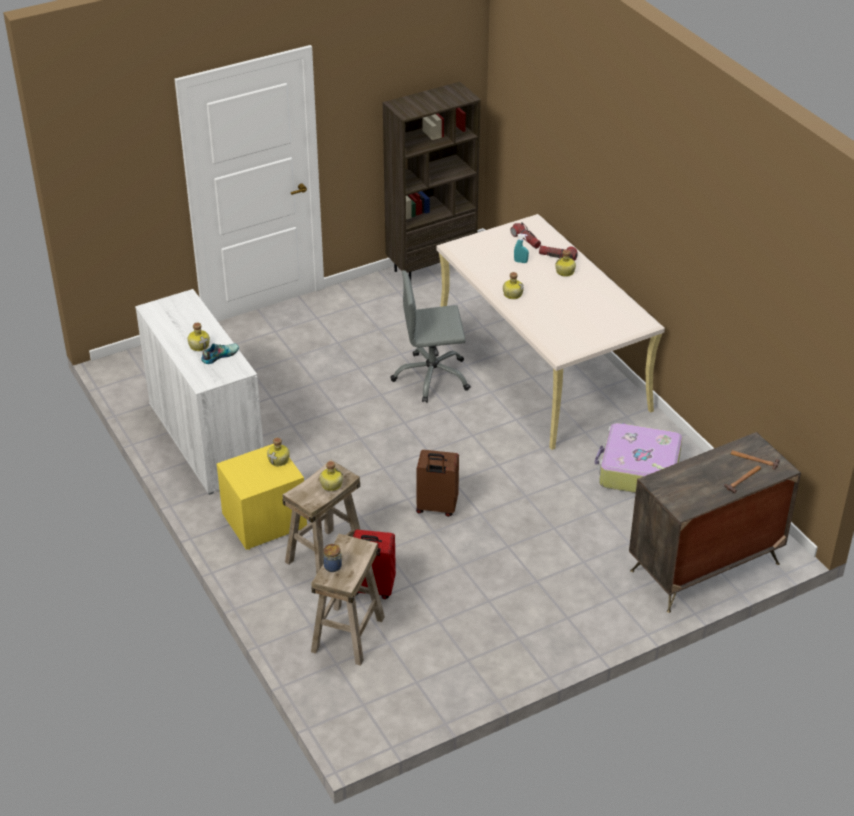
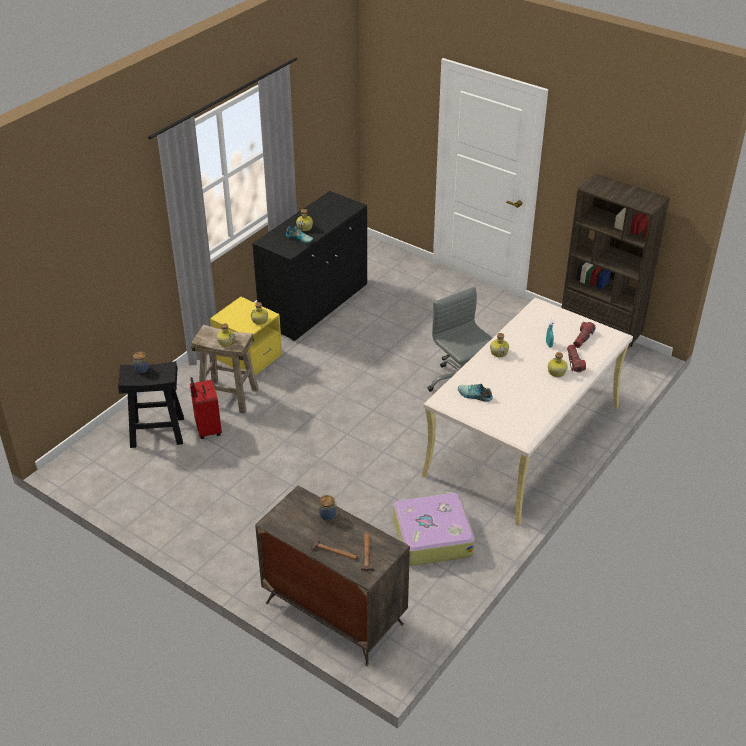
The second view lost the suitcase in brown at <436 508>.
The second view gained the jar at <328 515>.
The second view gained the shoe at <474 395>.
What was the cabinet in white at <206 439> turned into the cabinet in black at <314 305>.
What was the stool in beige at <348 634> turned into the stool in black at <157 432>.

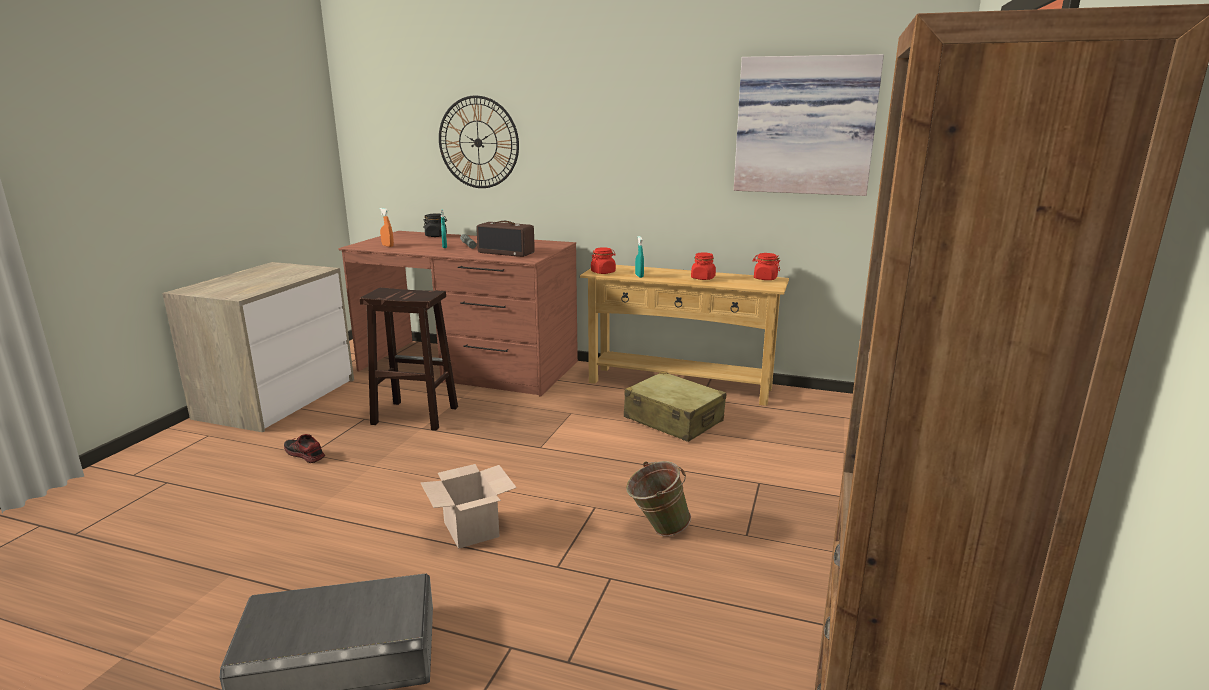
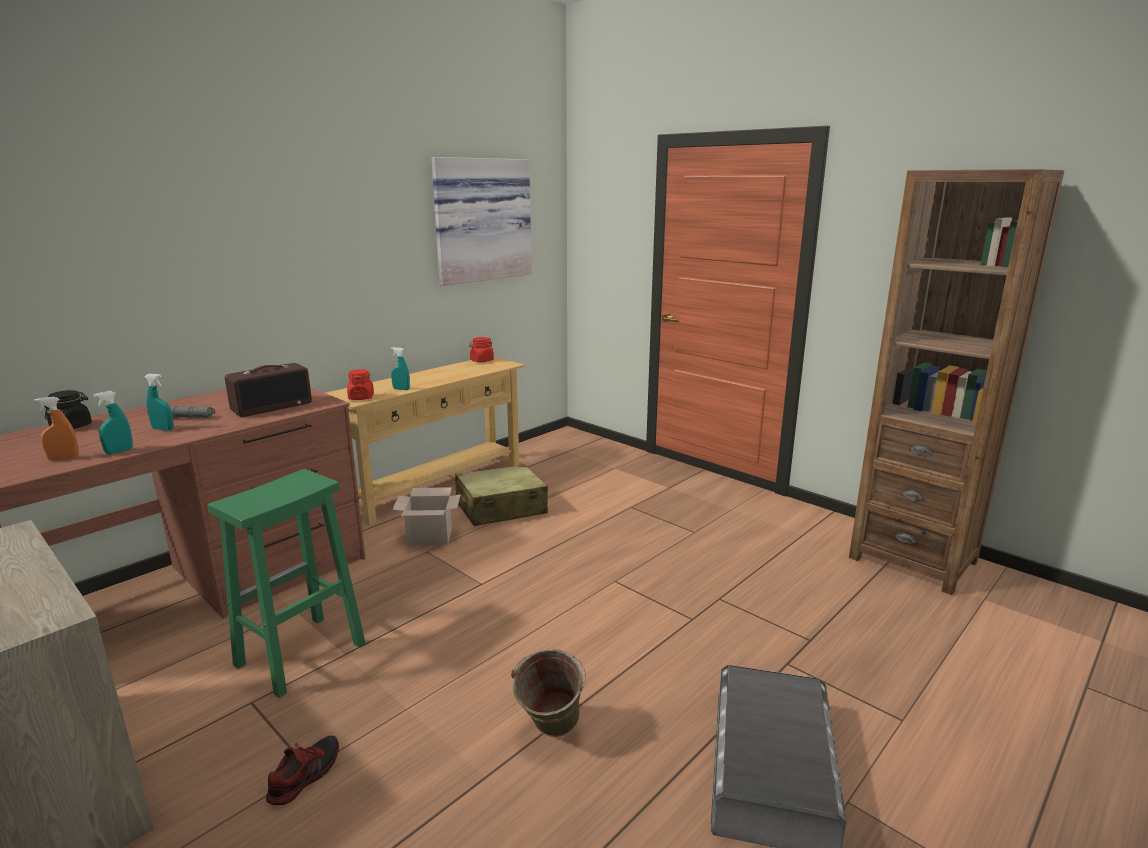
The second view lost the wall clock at <478 142>.
The second view lost the jar in red at <703 278>.
The second view gained the spray bottle in turquoise at <119 451>.
The cardboard box ended up elsewhere, having gone from <472 530> to <431 536>.
The bucket in green ended up elsewhere, having gone from <657 529> to <549 734>.
What was the stool in brown at <414 415> turned into the stool in green at <299 655>.
The shoe at <304 455> ended up facing another way, 150 degrees clockwise from before.

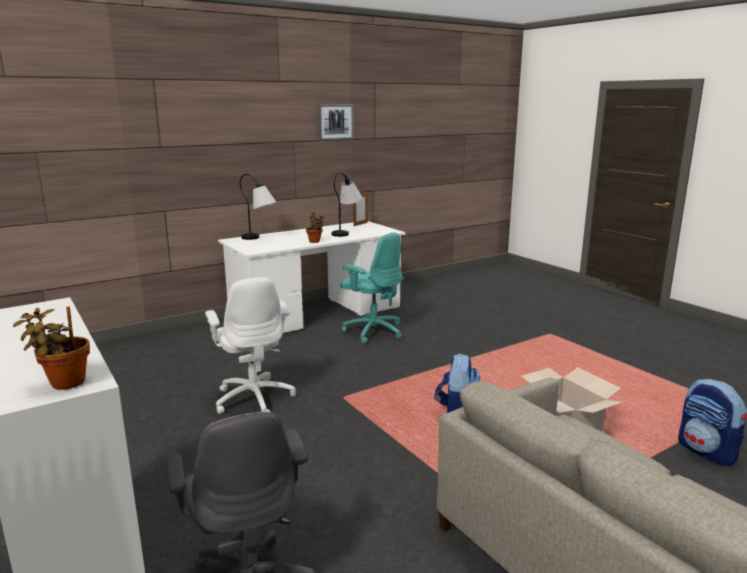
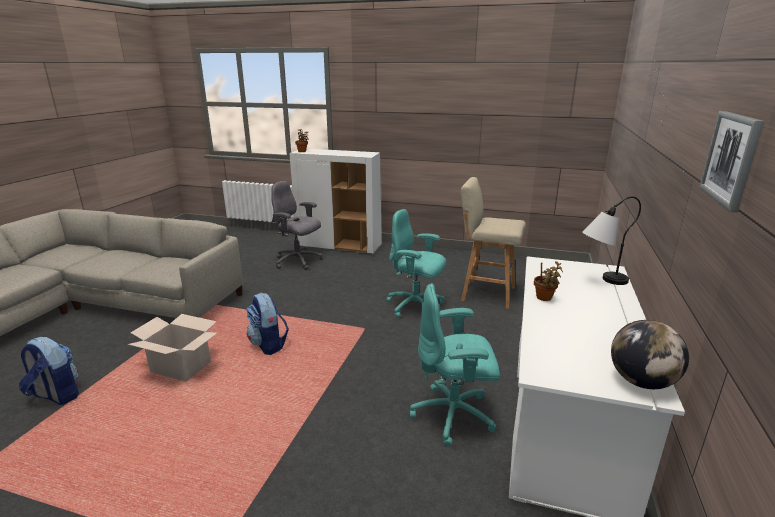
The second view lost the table lamp at <347 232>.
The second view gained the stool in beige at <486 293>.
Where the picture frame stood at <360 224>, the globe came to stand at <641 382>.
What was the office chair in white at <254 398> turned into the office chair in turquoise at <415 306>.

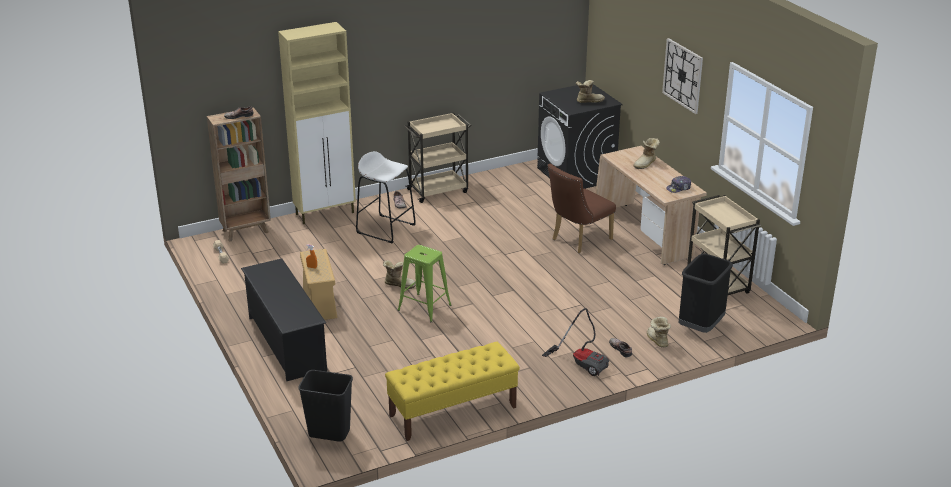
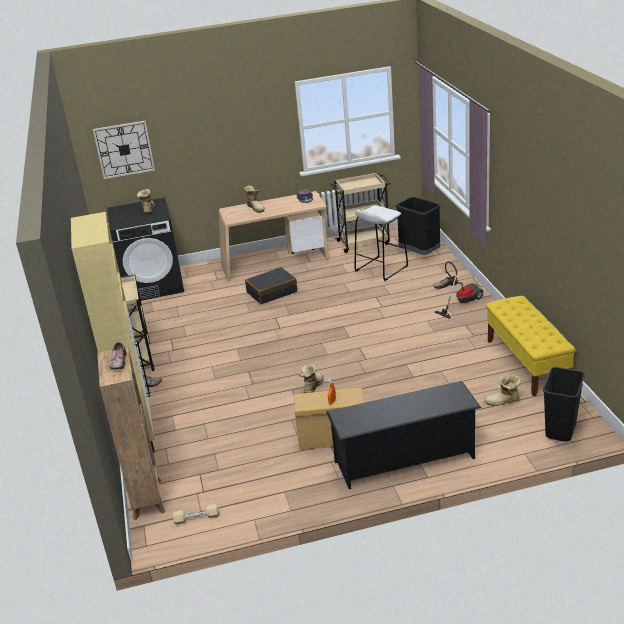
The second view lost the stool in green at <424 308>.
The stool in white ended up elsewhere, having gone from <386 228> to <381 268>.
The boot ended up elsewhere, having gone from <656 341> to <503 401>.
The wall clock ended up elsewhere, having gone from <683 75> to <124 149>.
Where the chair in brown stood at <578 240>, the suitcase in black came to stand at <272 292>.

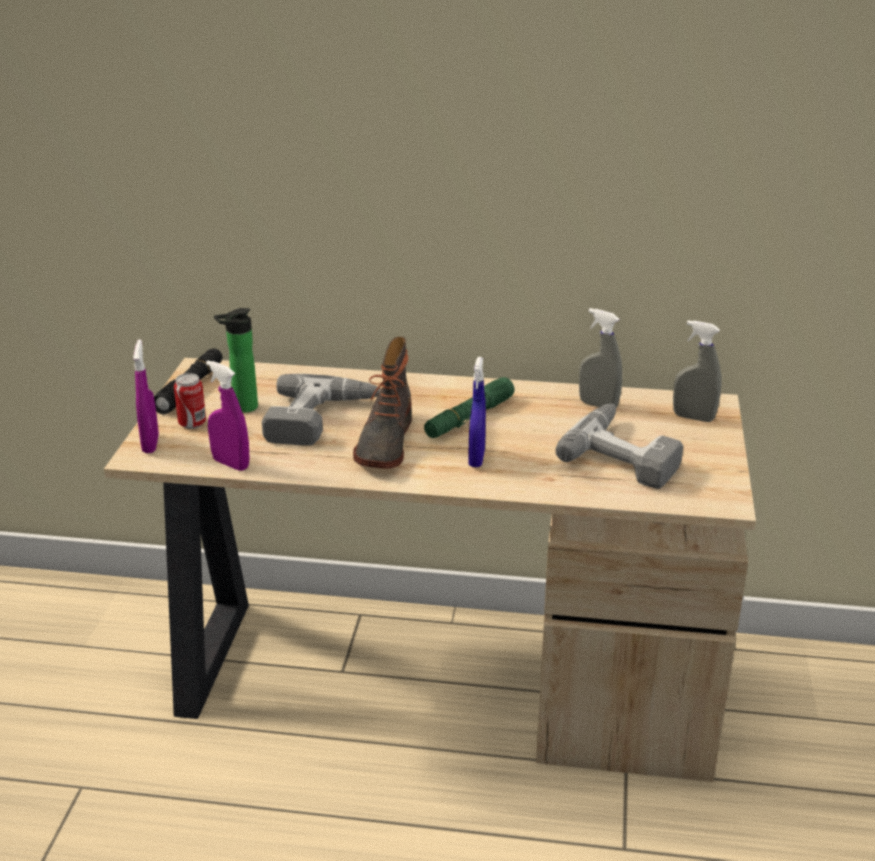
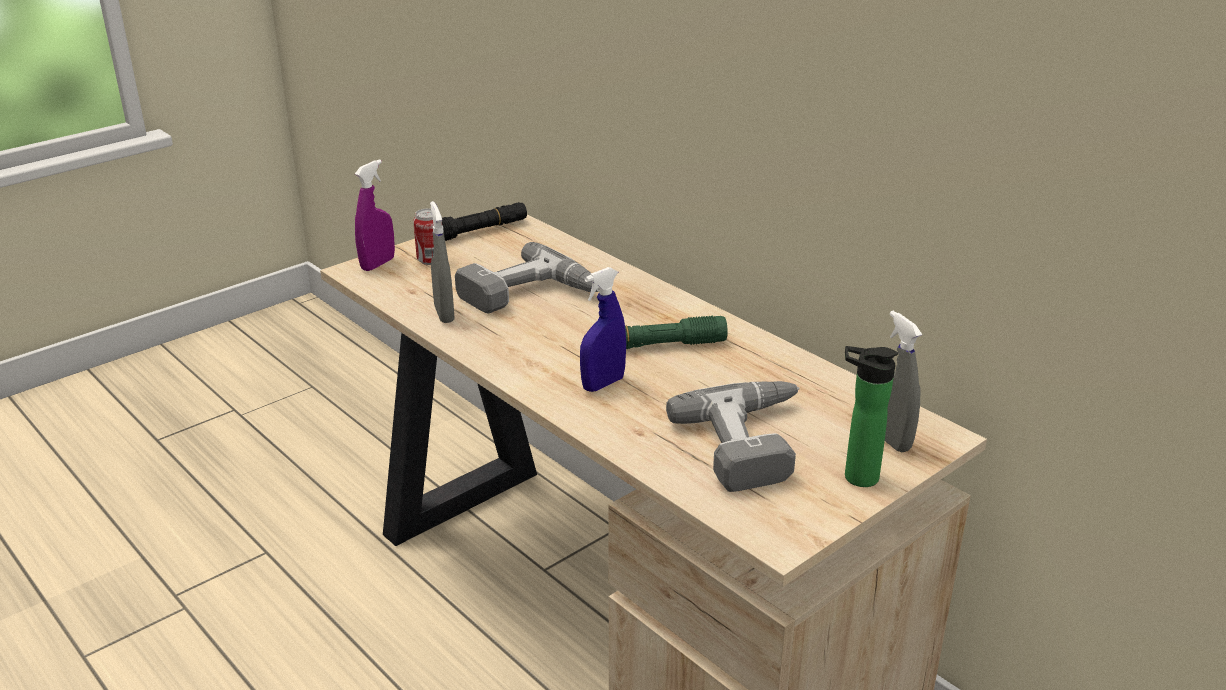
The second view lost the spray bottle in purple at <231 464>.
The second view lost the boot at <384 443>.
The bottle ended up elsewhere, having gone from <242 408> to <855 477>.
The spray bottle in grey ended up elsewhere, having gone from <598 405> to <444 314>.

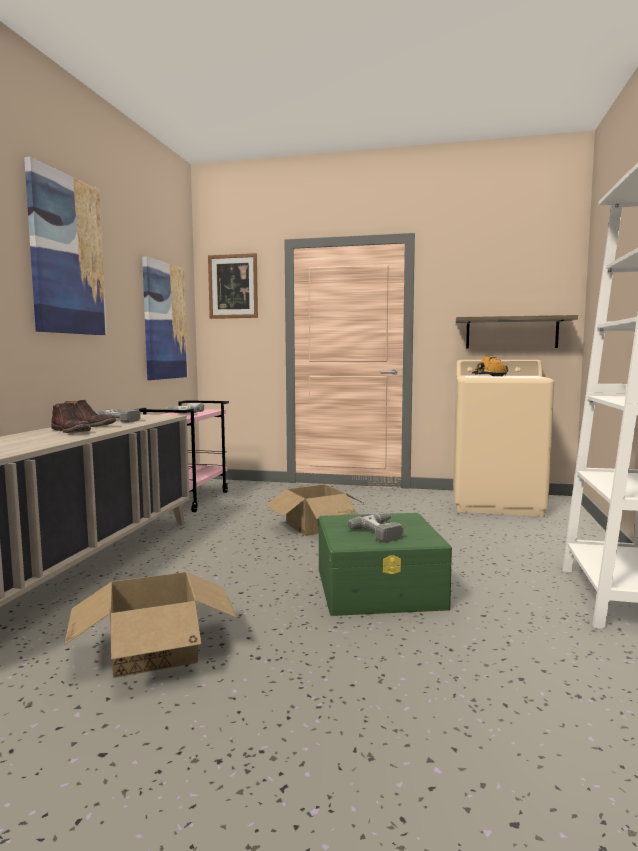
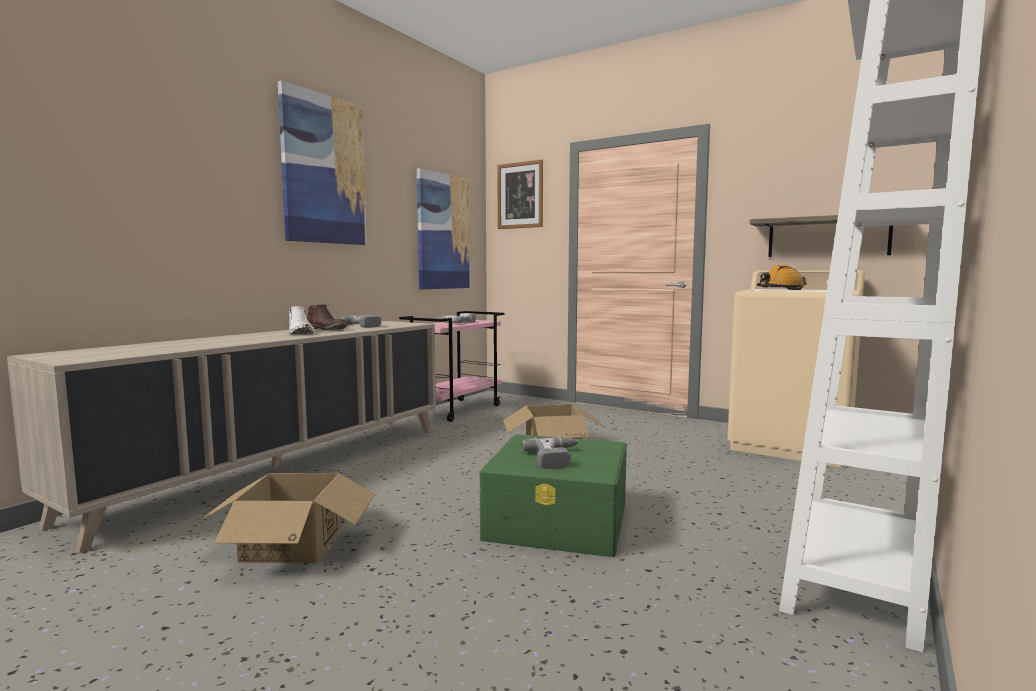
What was the boot in brown at <71 431> turned into the boot in white at <301 332>.

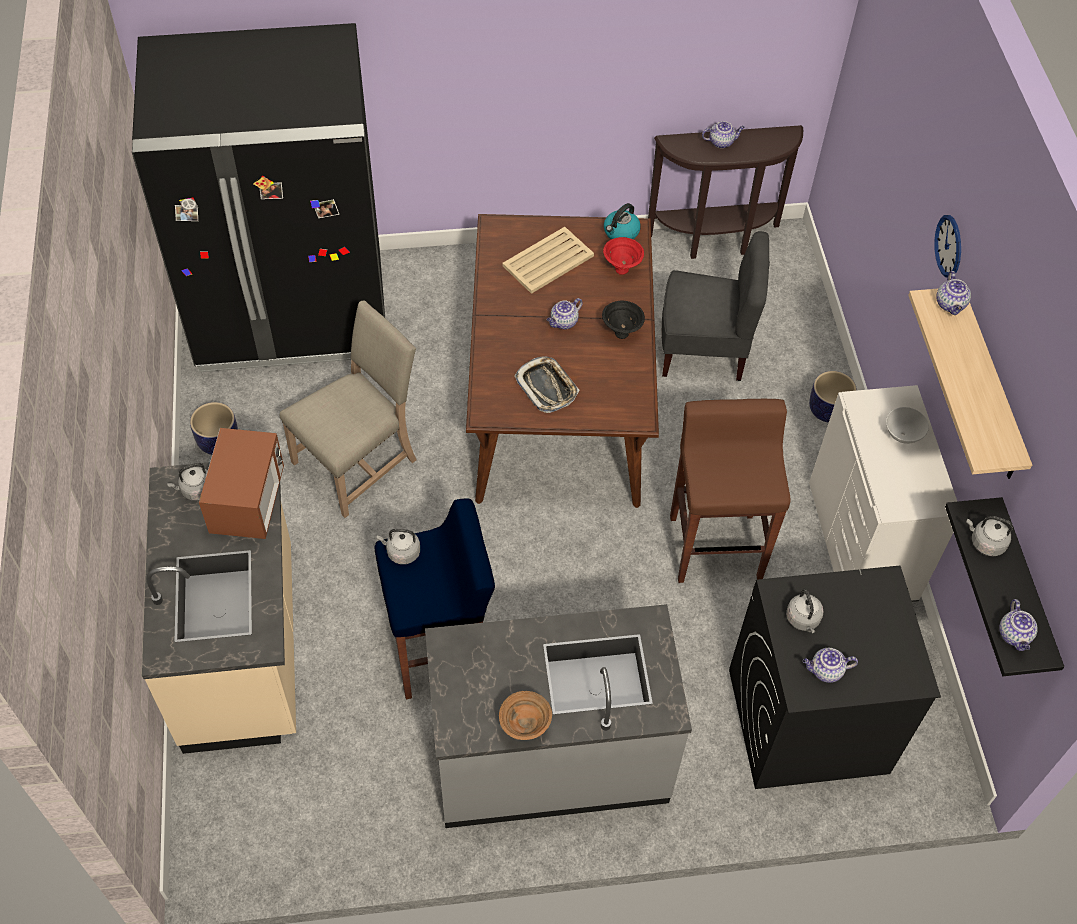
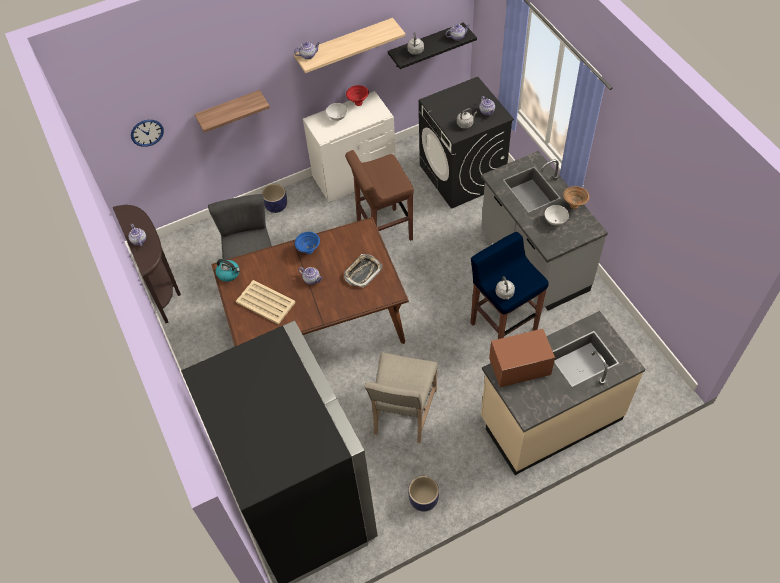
The second view lost the kettle in grey at <195 490>.
The second view gained the shelf at <229 111>.
The second view gained the bowl in white at <555 221>.
The bowl in red ended up elsewhere, having gone from <621 268> to <358 103>.
The wall clock ended up elsewhere, having gone from <948 246> to <147 132>.
What was the bowl in black at <620 333> turned into the bowl in blue at <309 251>.
The chair in beige at <359 461> ended up facing another way, 105 degrees counterclockwise from before.

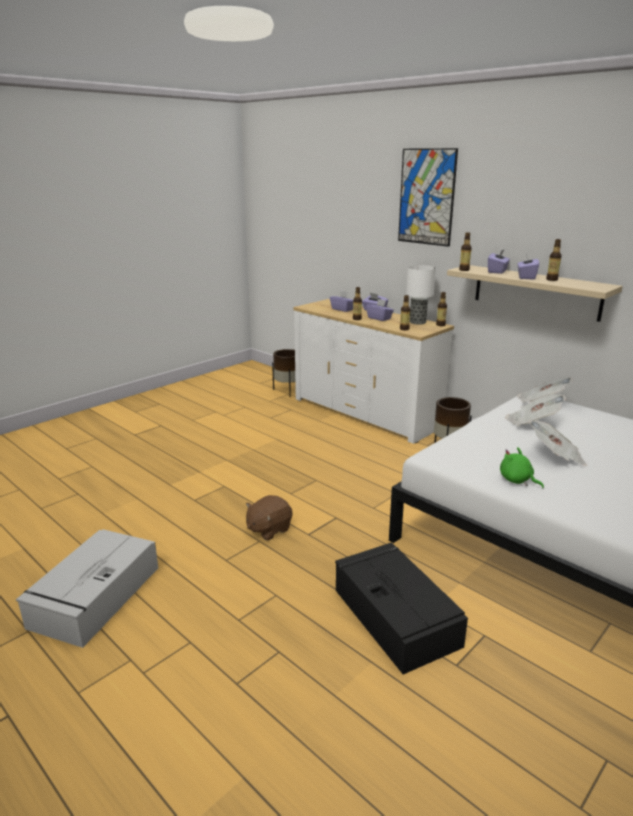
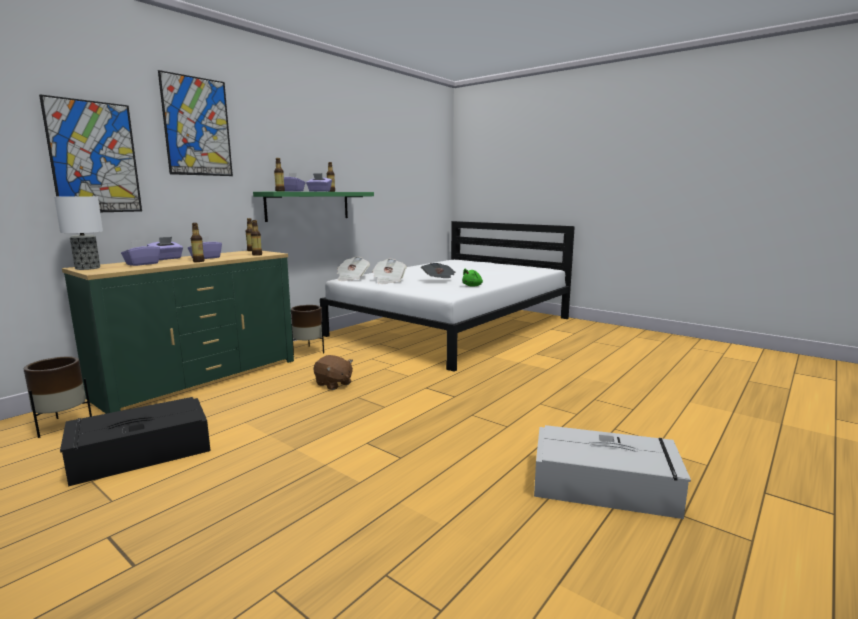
The second view gained the picture at <94 157>.
The plush toy in brown ended up elsewhere, having gone from <268 529> to <333 384>.
The storage box in black ended up elsewhere, having gone from <394 615> to <139 453>.
The table lamp ended up elsewhere, having gone from <417 322> to <87 268>.
What was the dresser in white at <366 413> turned into the dresser in green at <200 378>.
What was the shelf in beige at <536 292> turned into the shelf in green at <308 205>.

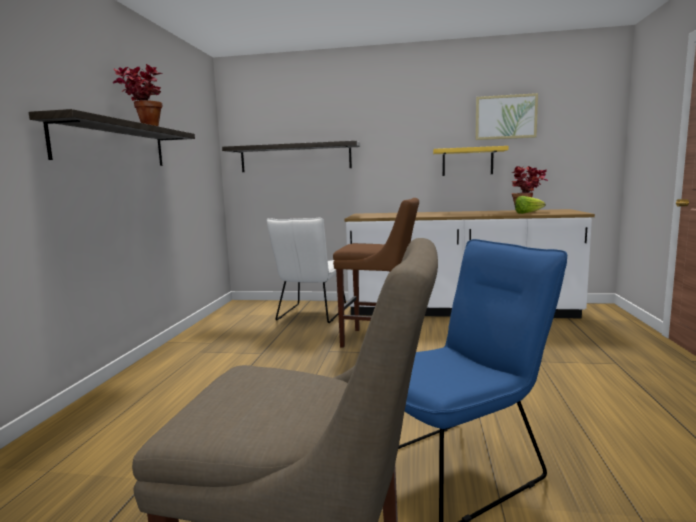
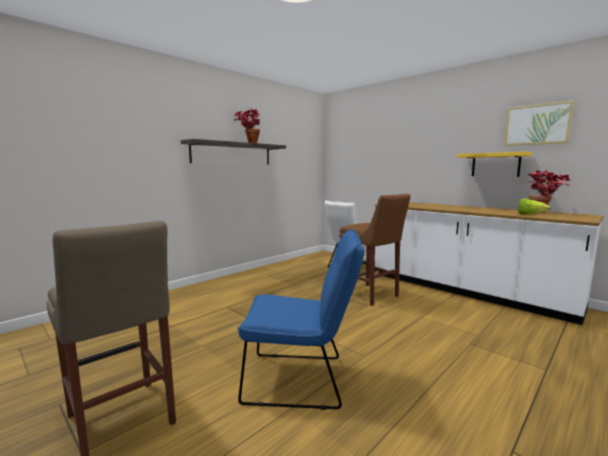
The second view lost the shelf at <295 157>.

